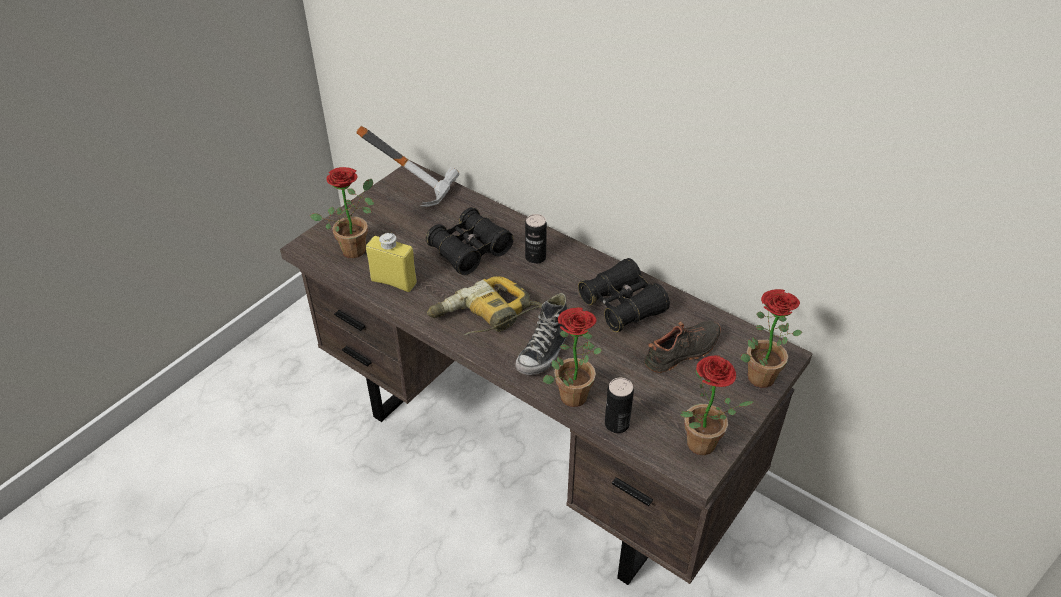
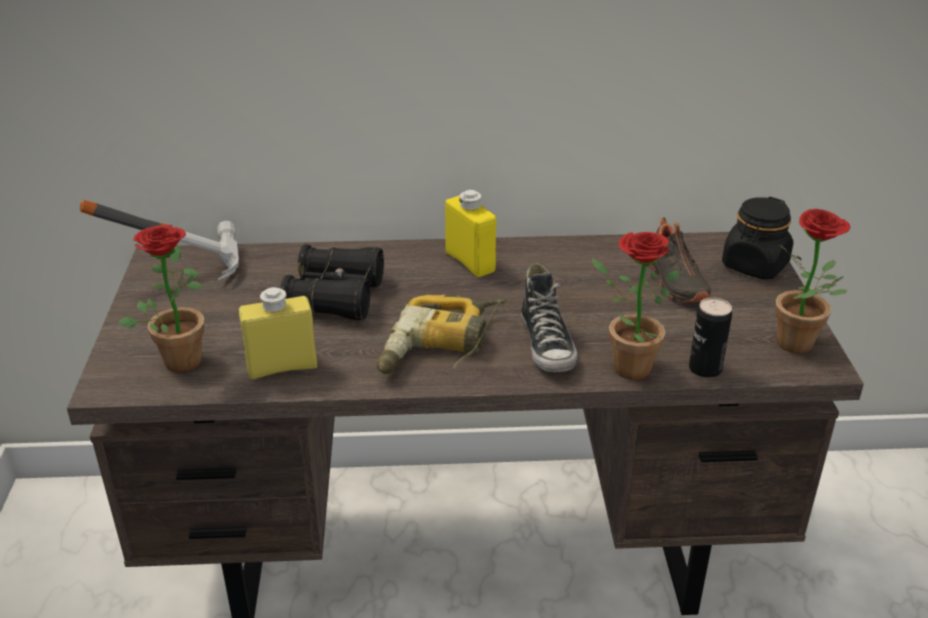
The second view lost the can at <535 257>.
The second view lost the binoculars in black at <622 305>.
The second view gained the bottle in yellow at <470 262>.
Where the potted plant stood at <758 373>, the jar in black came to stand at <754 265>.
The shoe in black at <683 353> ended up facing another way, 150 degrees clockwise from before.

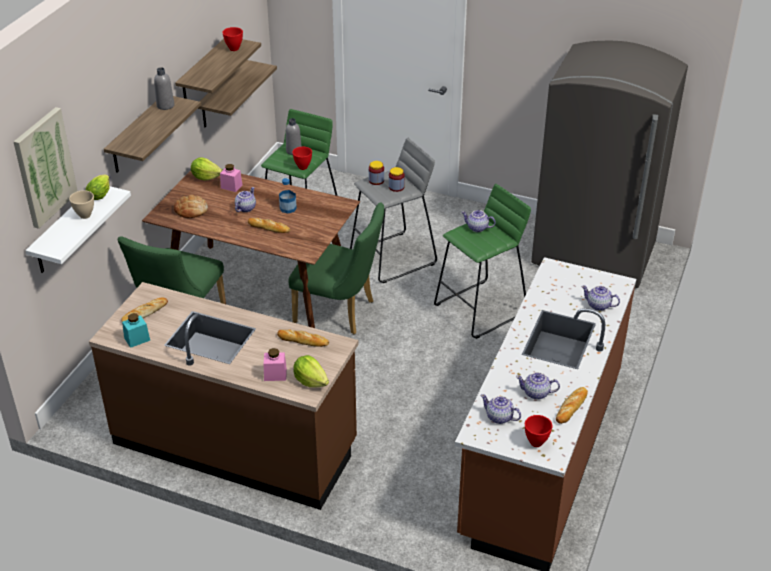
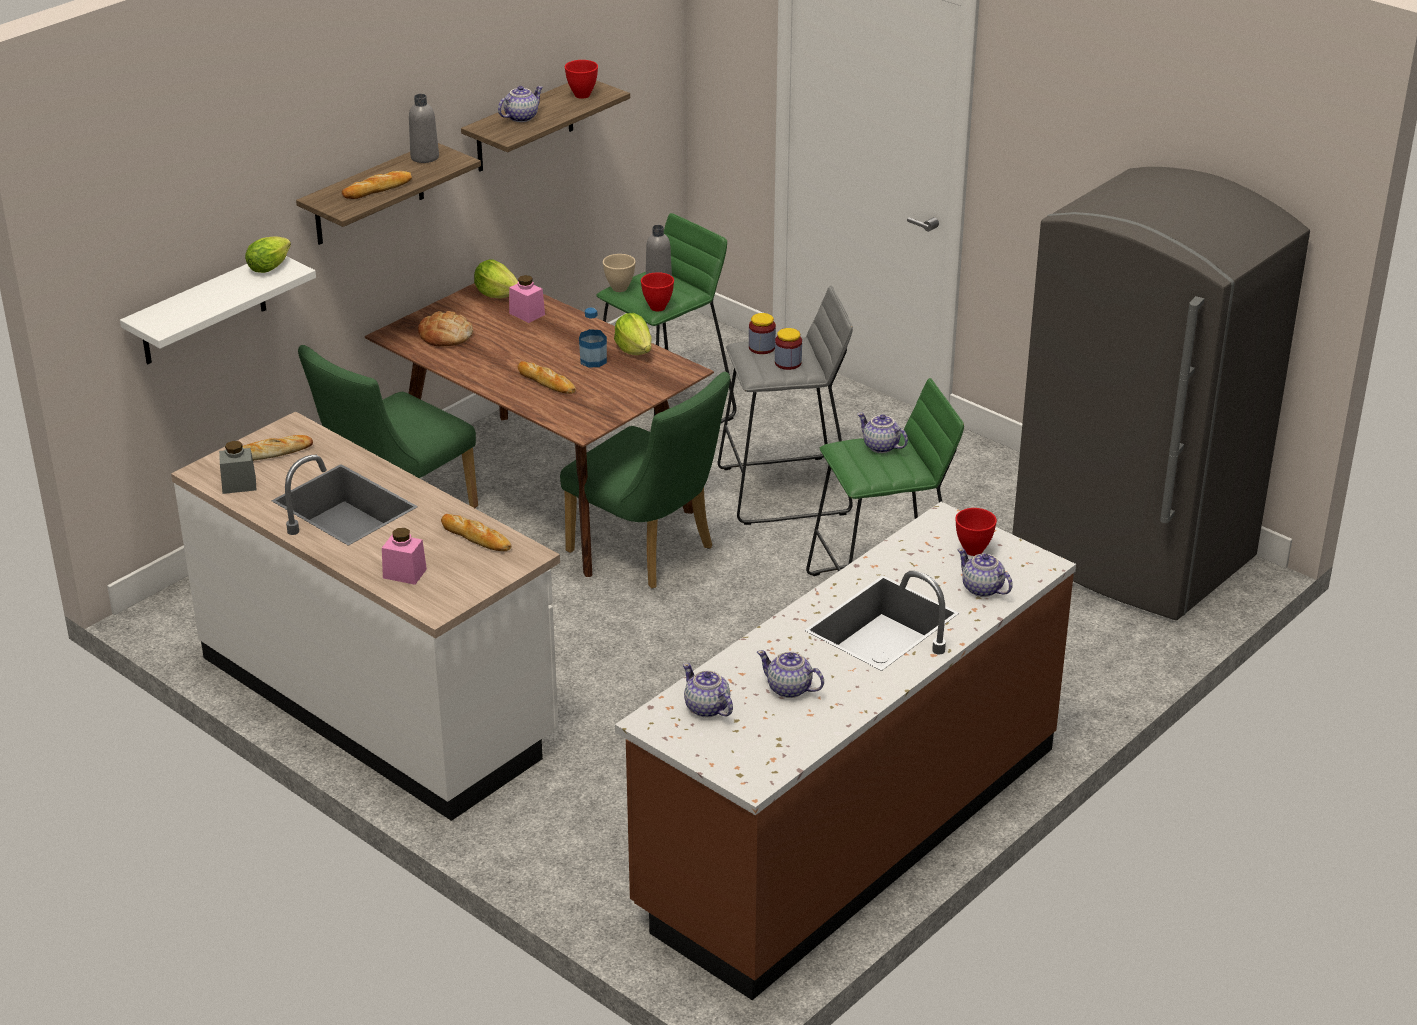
The second view lost the picture at <44 167>.
The second view lost the shelf at <221 95>.
The bowl in beige ended up elsewhere, having gone from <85 215> to <620 289>.
The teapot ended up elsewhere, having gone from <245 208> to <521 117>.
The lettuce ended up elsewhere, having gone from <310 381> to <634 349>.
The bowl in red ended up elsewhere, having gone from <536 442> to <973 550>.
The bread ended up elsewhere, having gone from <571 407> to <378 189>.
What was the counter in brown at <235 443> turned into the counter in white at <379 699>.
What was the jar in turquoise at <137 339> turned into the jar in grey at <239 484>.

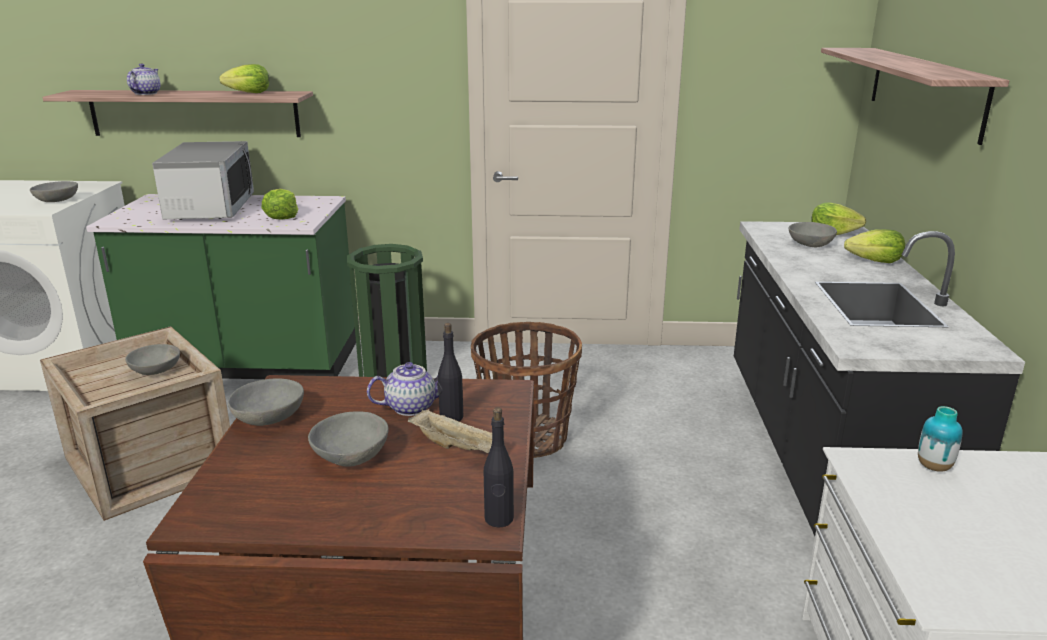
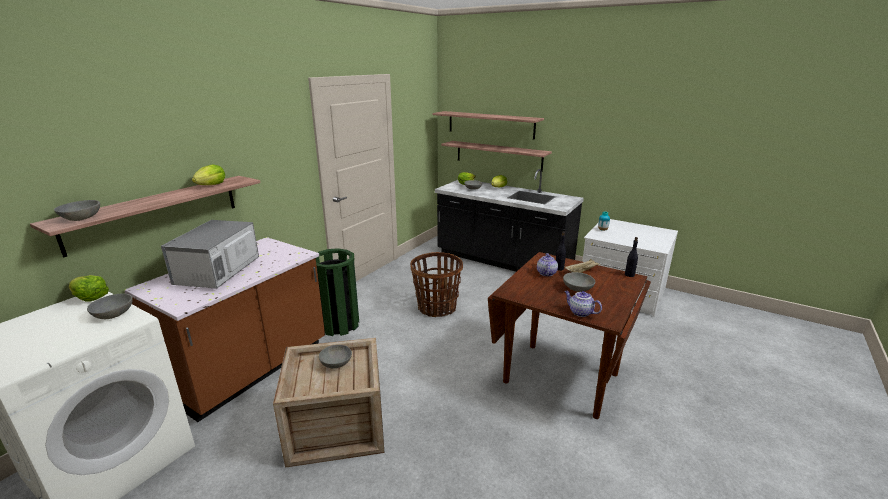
The second view gained the shelf at <498 155>.
The teapot ended up elsewhere, having gone from <146 93> to <580 312>.
The bowl in grey ended up elsewhere, having gone from <268 417> to <81 218>.
The lettuce ended up elsewhere, having gone from <281 216> to <90 298>.
What was the counter in green at <246 363> turned into the counter in brown at <250 369>.
The microwave at <210 209> ended up facing another way, 105 degrees counterclockwise from before.

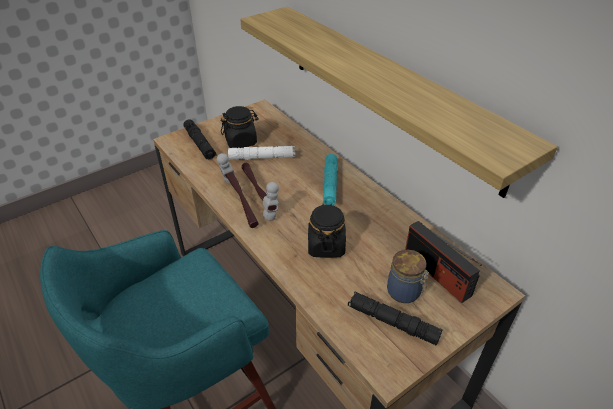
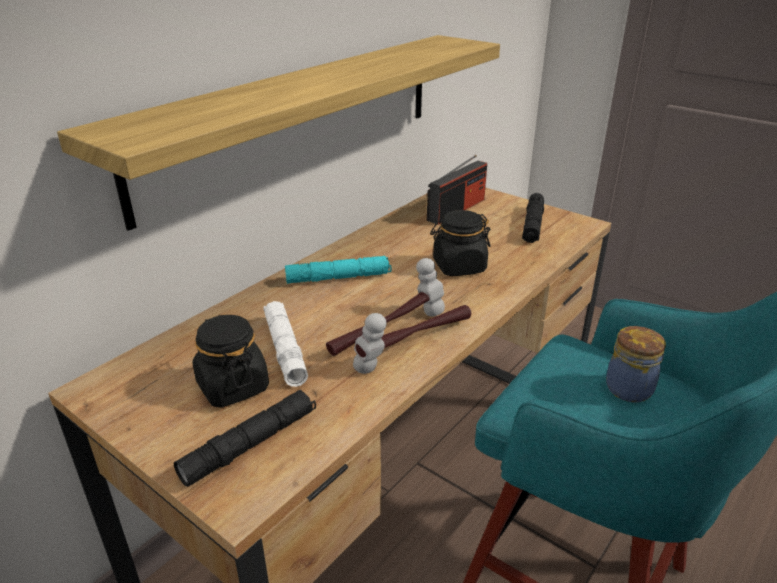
The jar ended up elsewhere, having gone from <404 292> to <629 387>.

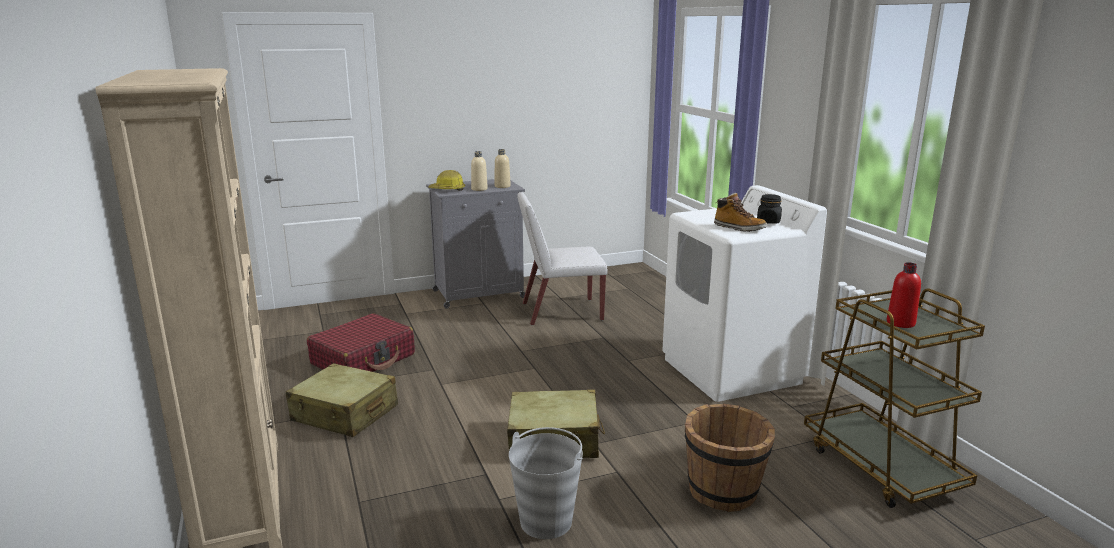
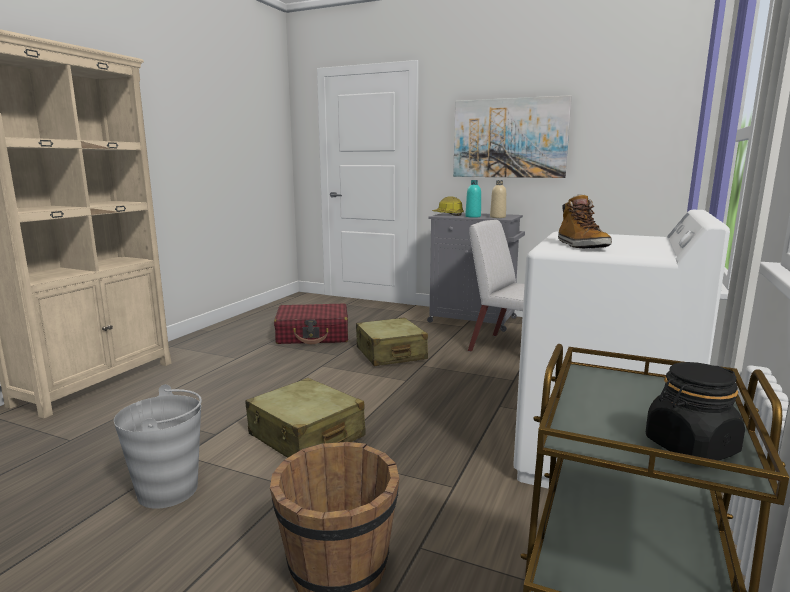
The second view lost the bottle in red at <900 323>.
The second view gained the picture at <509 138>.
The suitcase in beige ended up elsewhere, having gone from <345 414> to <390 354>.
The jar in black ended up elsewhere, having gone from <768 221> to <690 447>.
What was the bottle in beige at <479 189> turned into the bottle in turquoise at <473 216>.

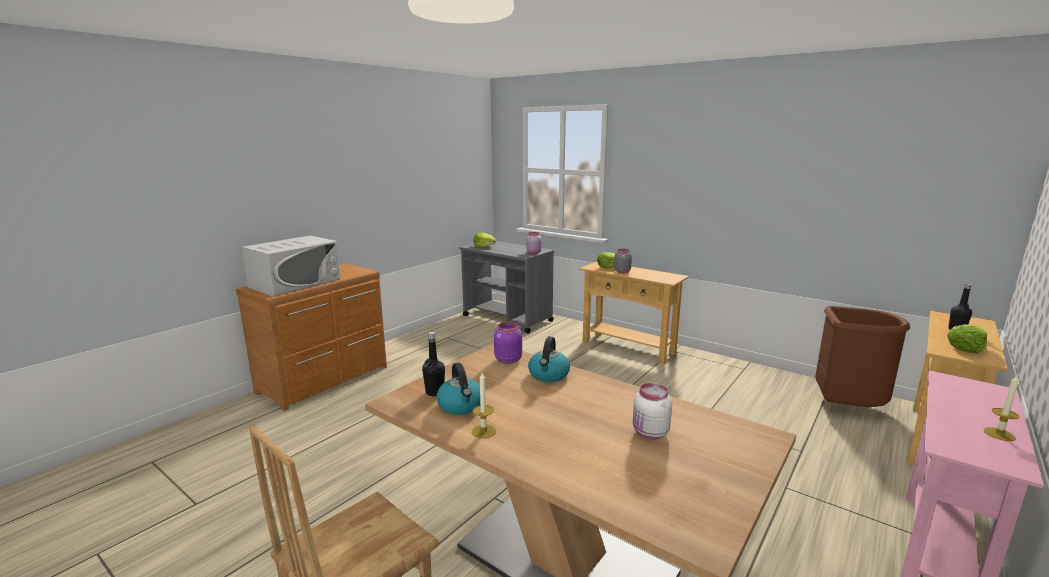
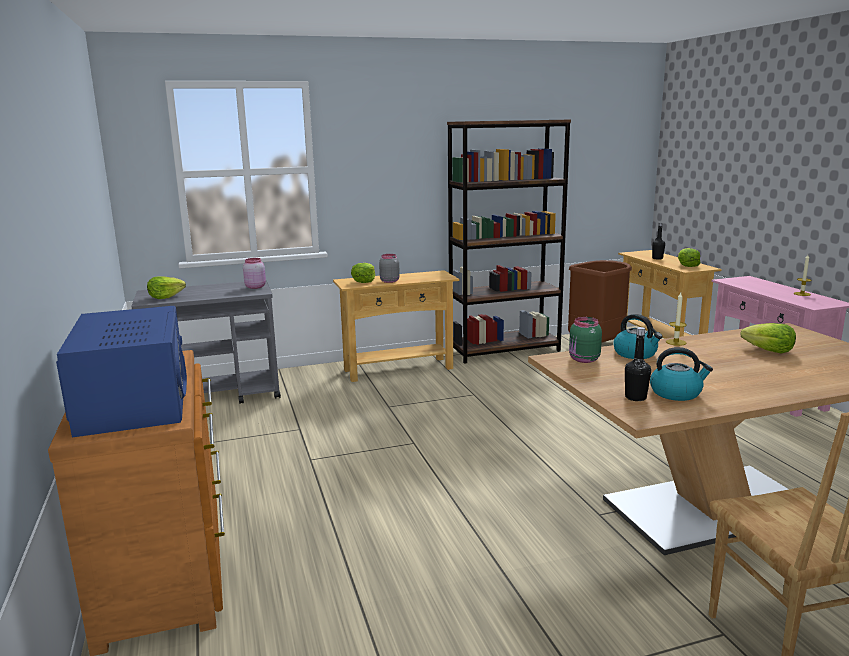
The second view gained the bookcase in brown at <504 350>.
The candle ended up elsewhere, having gone from <483 431> to <676 342>.
Where the jar in white stood at <650 433>, the lettuce came to stand at <769 351>.
What was the microwave in white at <295 283> turned into the microwave in blue at <134 401>.
What was the jar in purple at <507 360> turned into the jar in green at <583 360>.

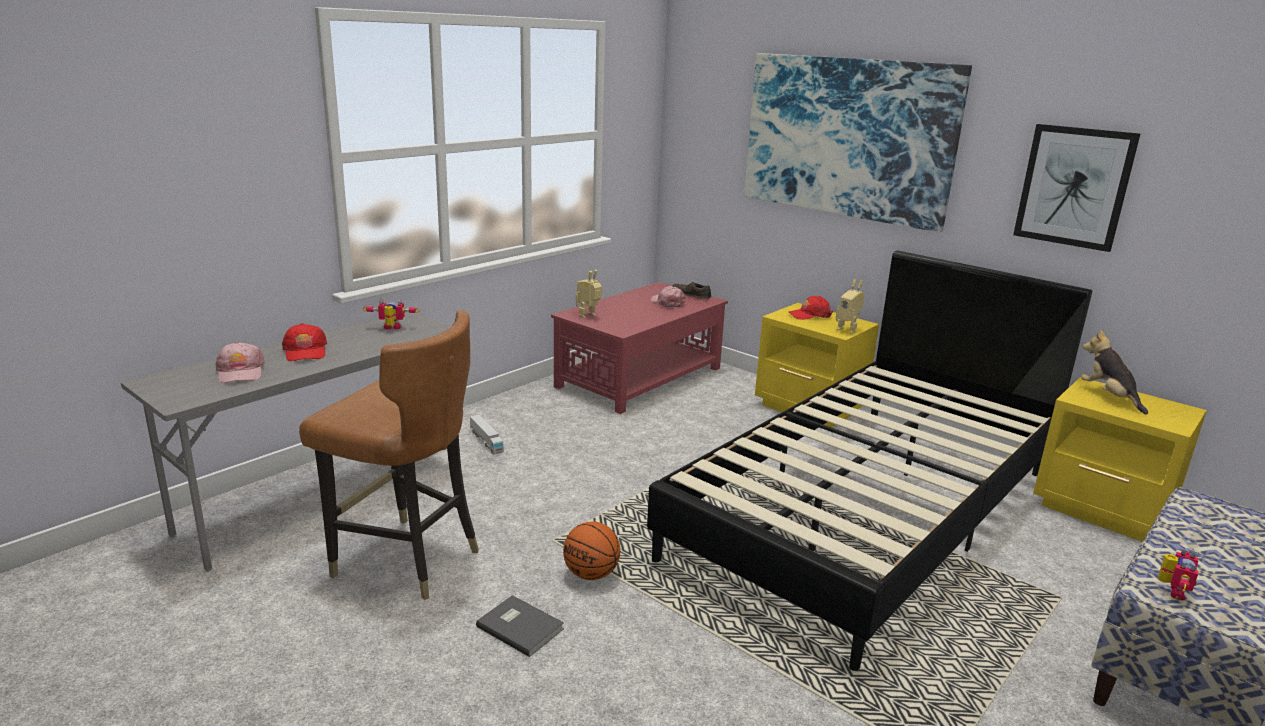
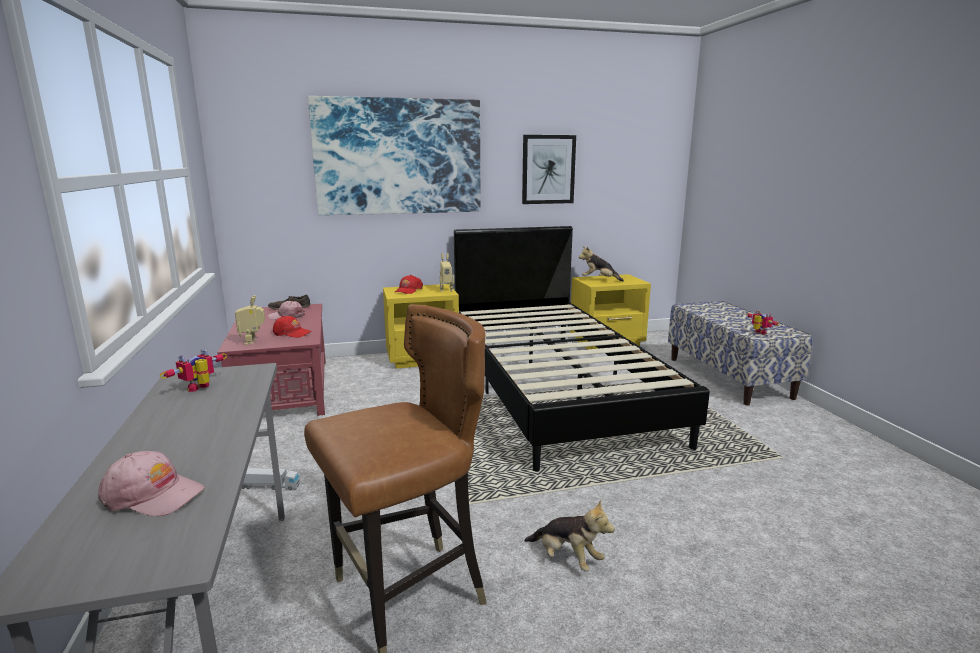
The second view lost the basketball at <591 574>.
The cap in red ended up elsewhere, having gone from <305 351> to <291 333>.
Where the book in grey stood at <520 626>, the plush toy came to stand at <567 558>.

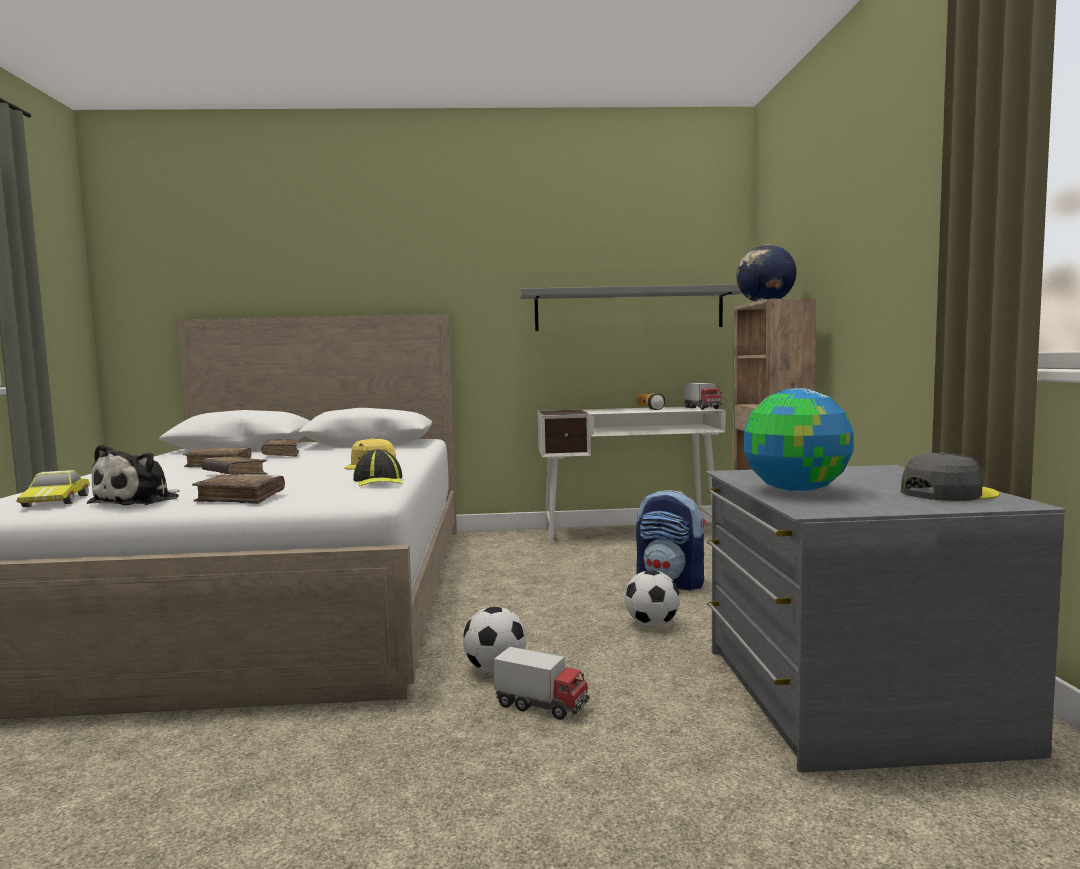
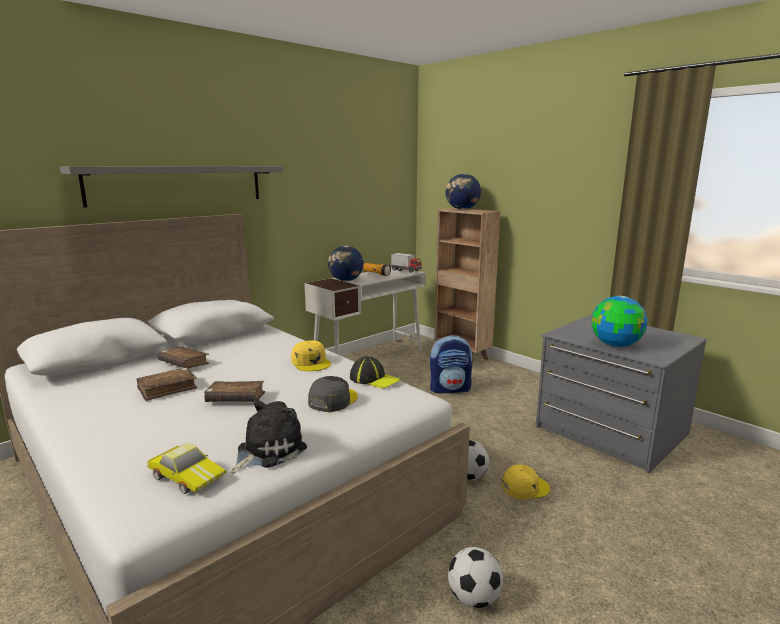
The second view lost the book in brown at <241 498>.
The second view gained the globe at <346 280>.
The shelf in grey ended up elsewhere, having gone from <629 309> to <178 184>.
The football ended up elsewhere, having gone from <652 624> to <474 598>.
The cap in grey ended up elsewhere, having gone from <947 493> to <332 400>.
Where the toy truck stood at <541 706>, the cap in yellow came to stand at <524 487>.
The plush toy at <140 500> ended up facing another way, 120 degrees counterclockwise from before.

